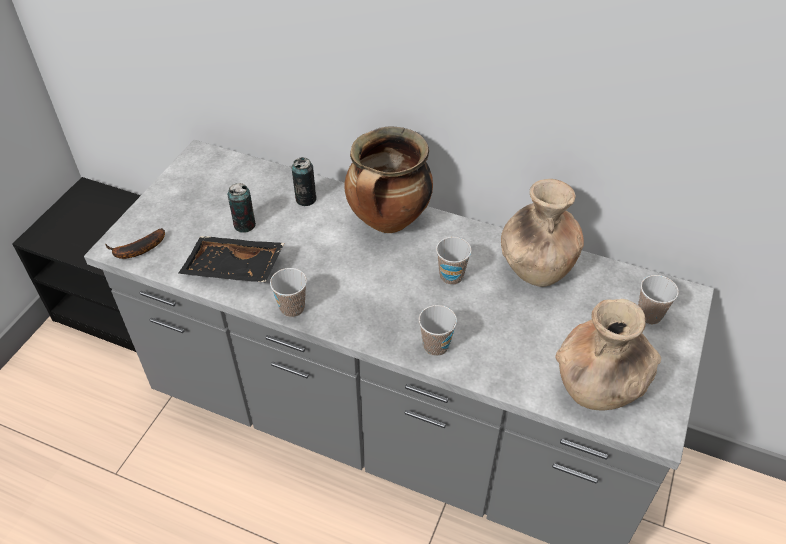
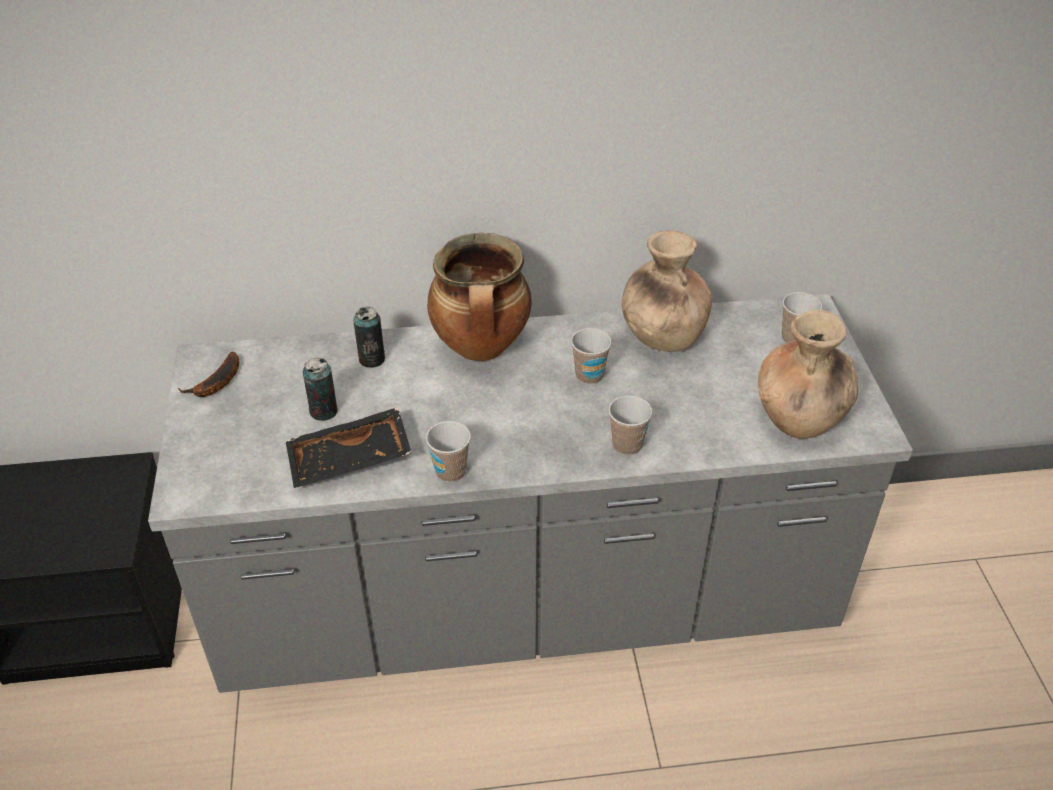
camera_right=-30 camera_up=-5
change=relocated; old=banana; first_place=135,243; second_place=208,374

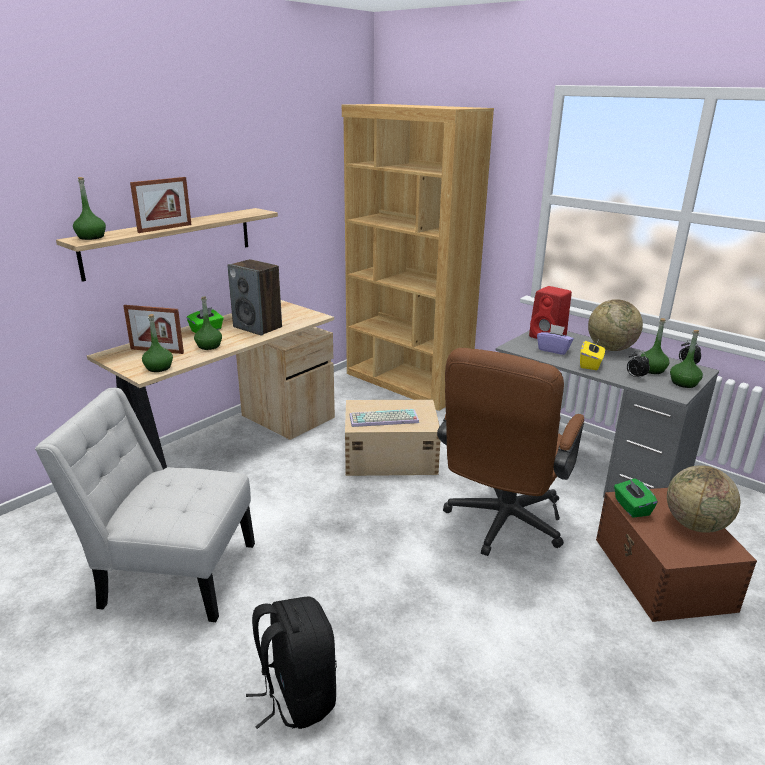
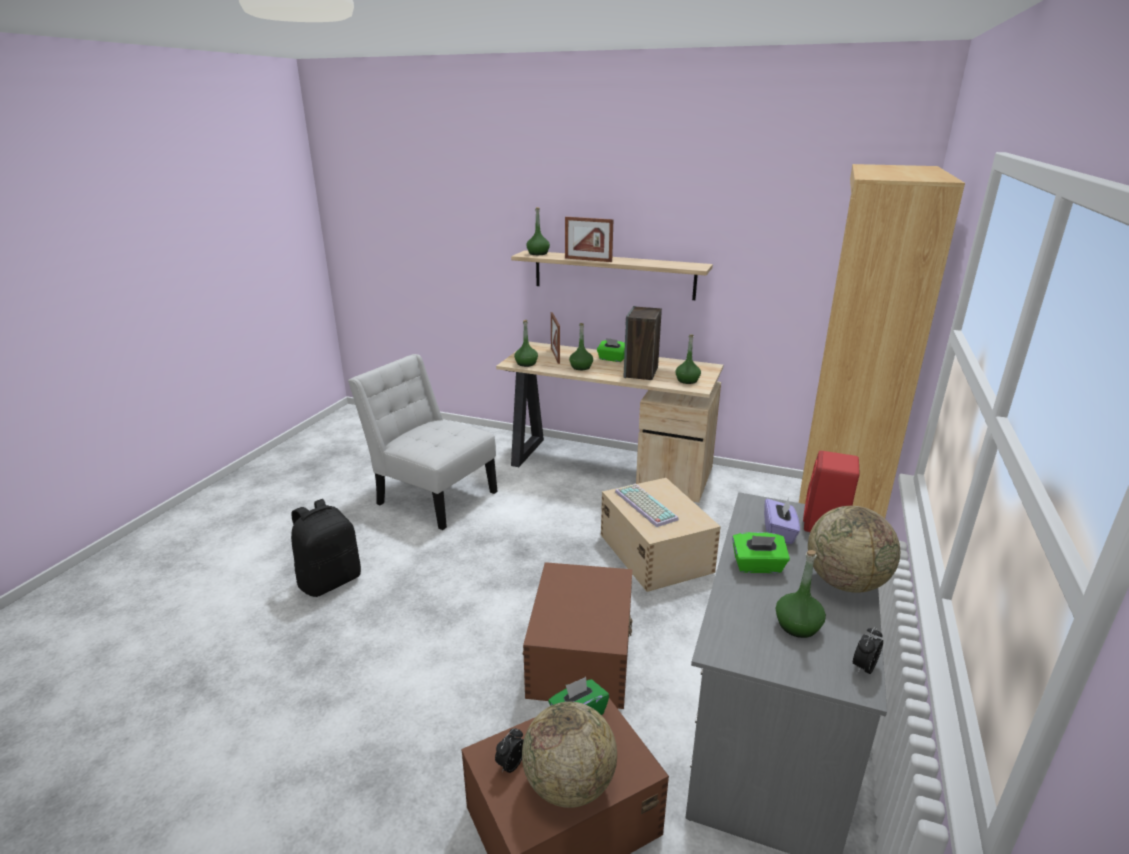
camera_right=70 camera_up=0
change=spun; old=chair (white); first_place=145,505; second_place=423,442; degrees=-45
change=relocated; old=alarm clock; first_place=638,365; second_place=509,750
change=exchanged; old=office chair (brown); new=storage box (brown); first_place=510,452; second_place=577,635
change=relocated; old=bottle (green); first_place=686,359; second_place=688,359
change=colour; old=tissue box (yellow); new=tissue box (green); first_place=592,355; second_place=761,552

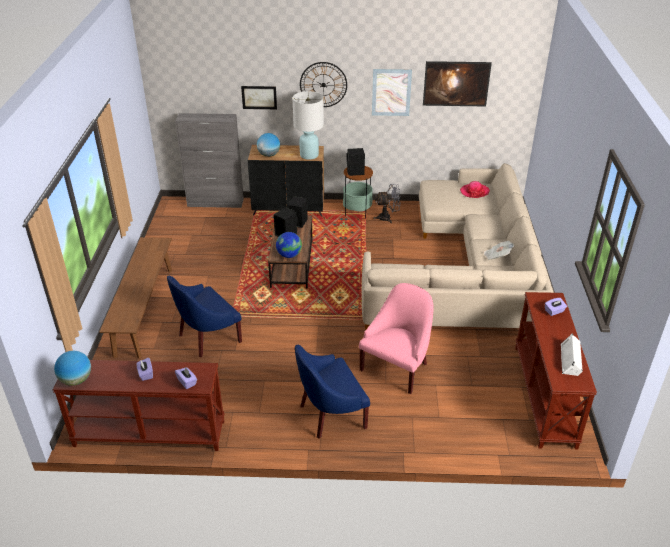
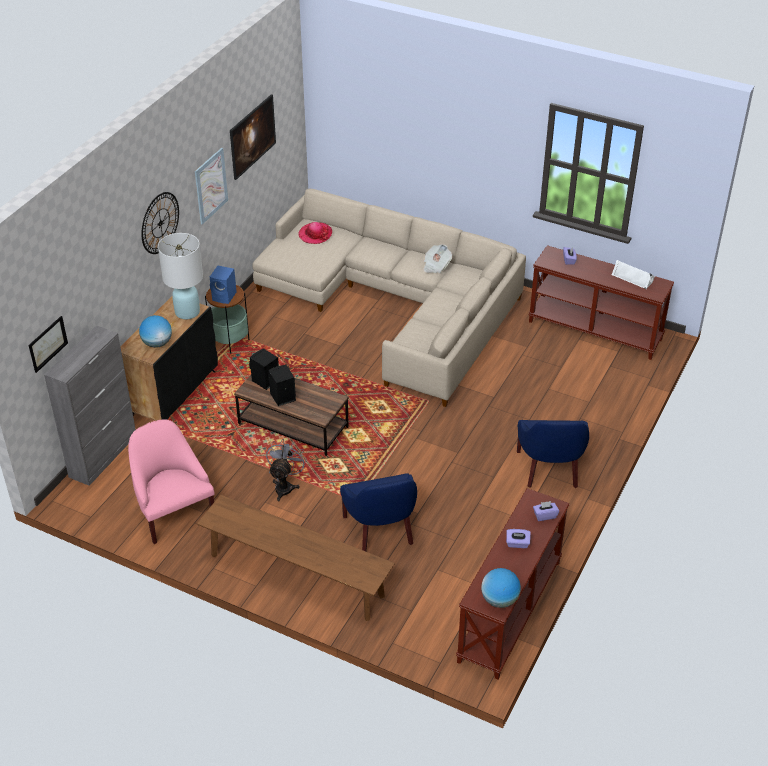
camera_right=-65 camera_up=5
change=relocated; old=picture; first_place=259,97; second_place=48,344
change=relocated; old=armchair (pink); first_place=396,338; second_place=171,481
change=colour; old=speaker (black); new=speaker (blue); first_place=355,162; second_place=223,285
change=relocated; old=fan (grey); first_place=387,203; second_place=286,470
change=missing; old=globe; first_place=289,245

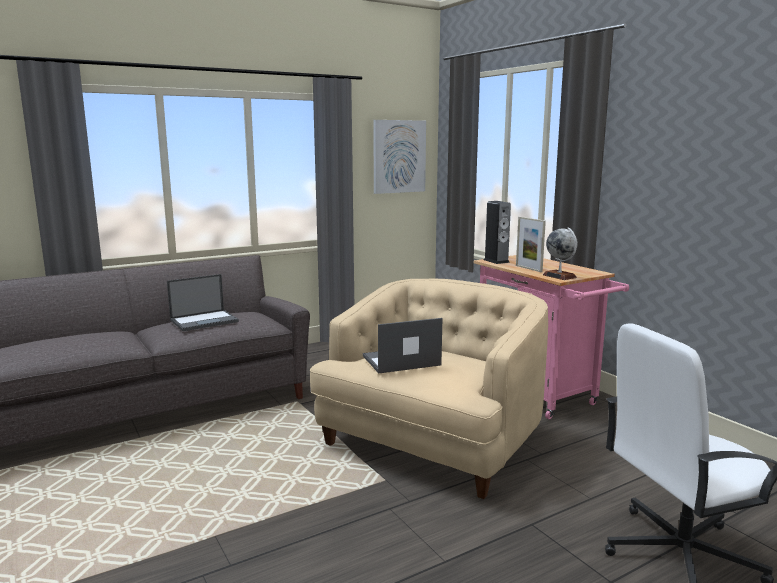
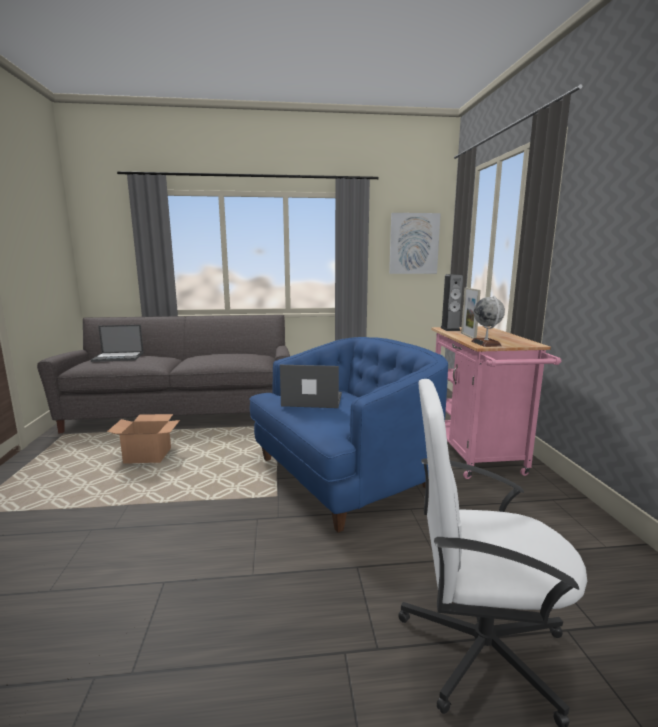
camera_right=25 camera_up=0
change=relocated; old=laptop; first_place=203,302; second_place=117,343
change=appeared; new=cardboard box; second_place=143,439
change=colour; old=armchair (beige); new=armchair (blue); first_place=429,389; second_place=349,435

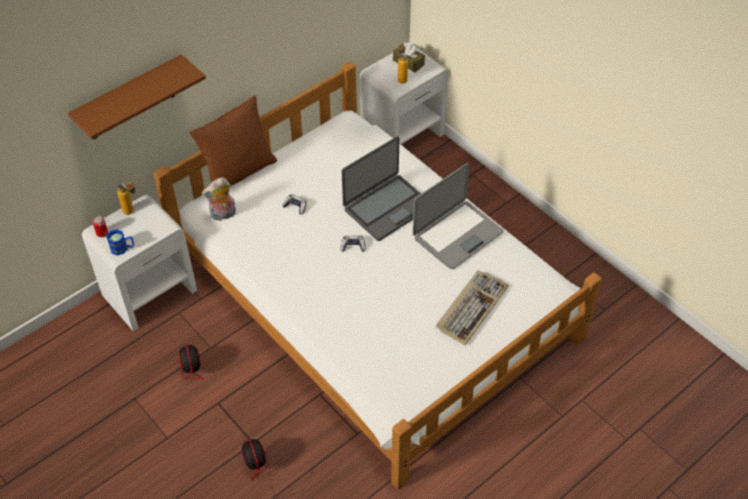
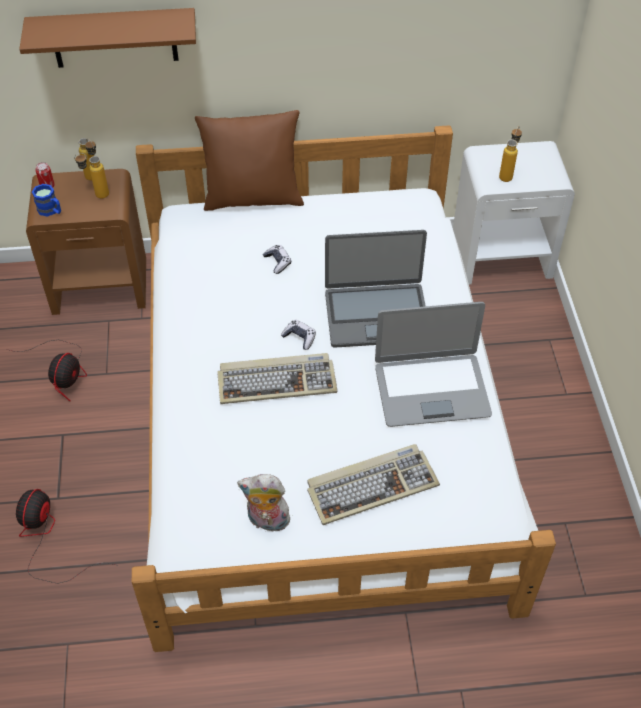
camera_right=35 camera_up=0
change=colour; old=nightstand (white); new=nightstand (brown); first_place=139,263; second_place=86,242
change=appeared; new=bottle; second_place=91,176
change=appeared; new=keyboard; second_place=277,378
change=relocated; old=plush toy; first_place=219,199; second_place=264,504
change=missing; old=tissue box (brown); first_place=409,58

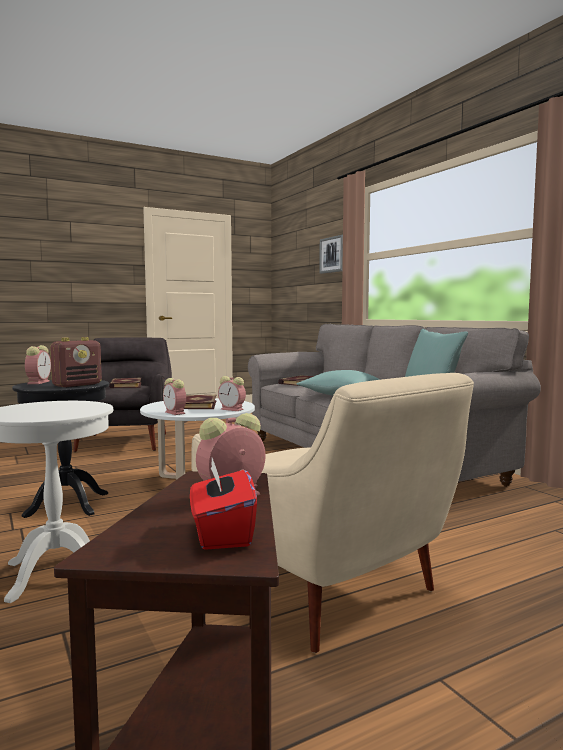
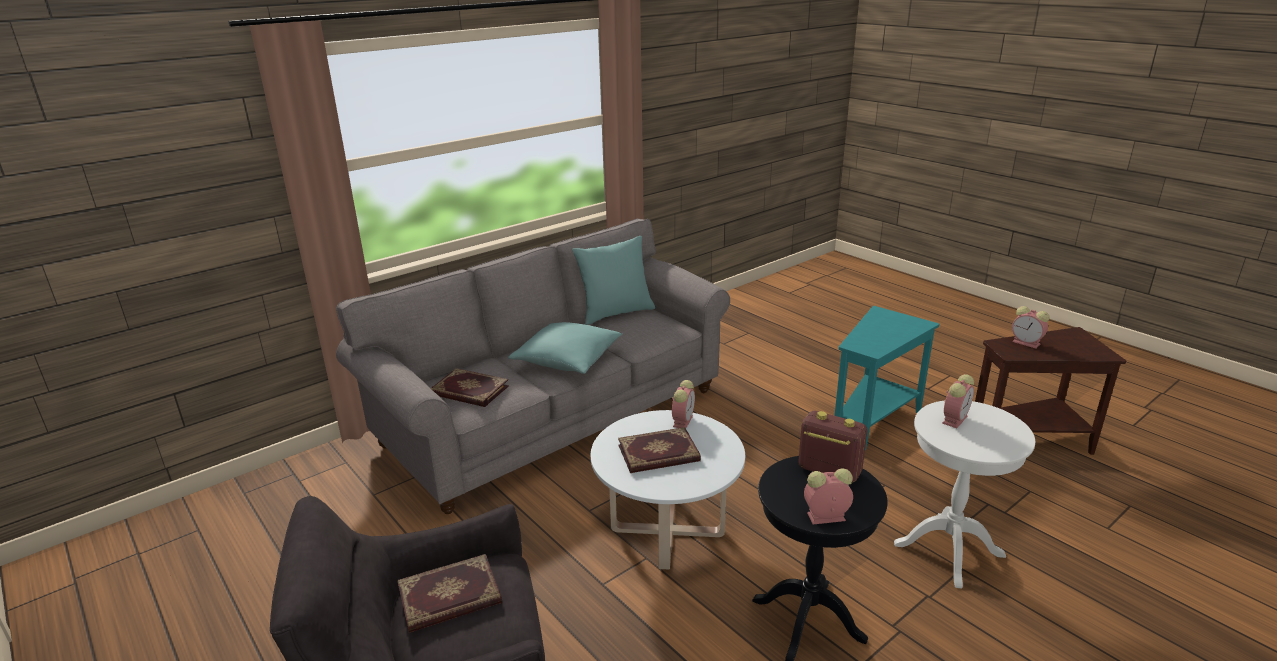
camera_right=-100 camera_up=20
change=exchanged; old=armchair (beige); new=side table (turquoise); first_place=332,513; second_place=886,378
change=relocated; old=alarm clock; first_place=174,396; second_place=958,401
change=missing; old=tissue box (red); first_place=223,504
change=missing; old=picture; first_place=331,254

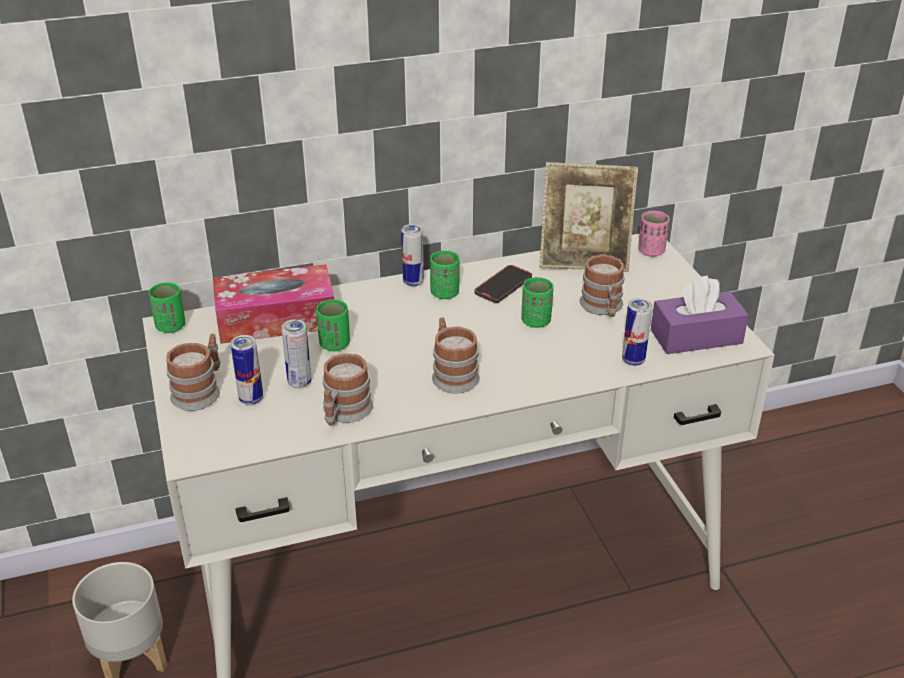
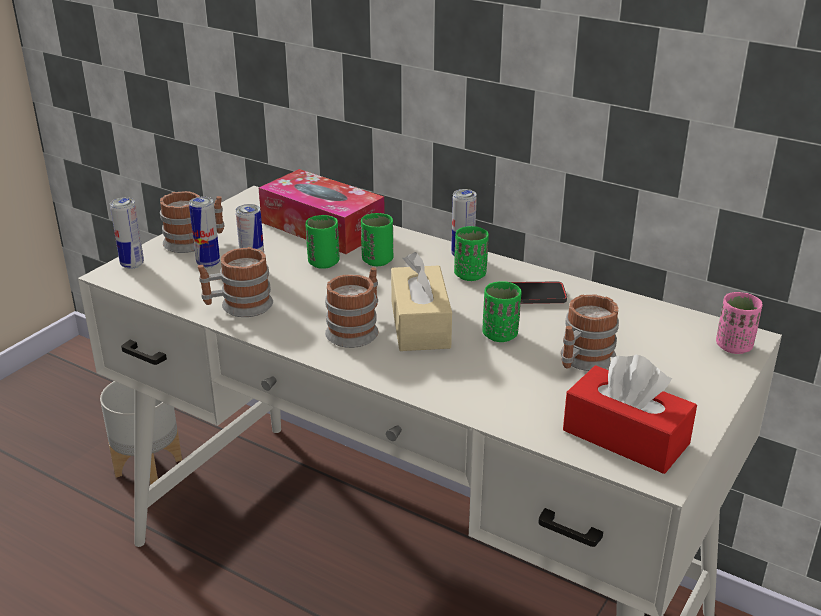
camera_right=50 camera_up=-5
change=relocated; old=can; first_place=637,332; second_place=127,233
change=relocated; old=cup (green); first_place=167,307; second_place=377,239
change=appeared; new=tissue box (beige); second_place=421,301
change=colour; old=tissue box (purple); new=tissue box (red); first_place=700,315; second_place=630,414
change=missing; old=picture frame; first_place=589,217

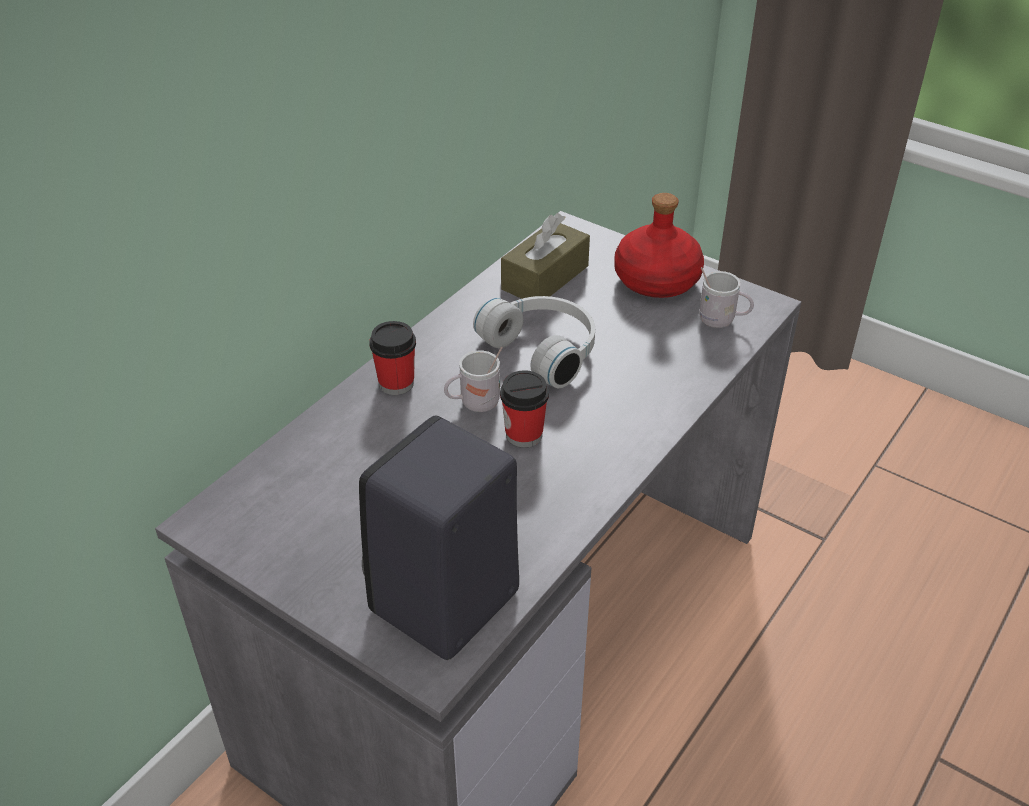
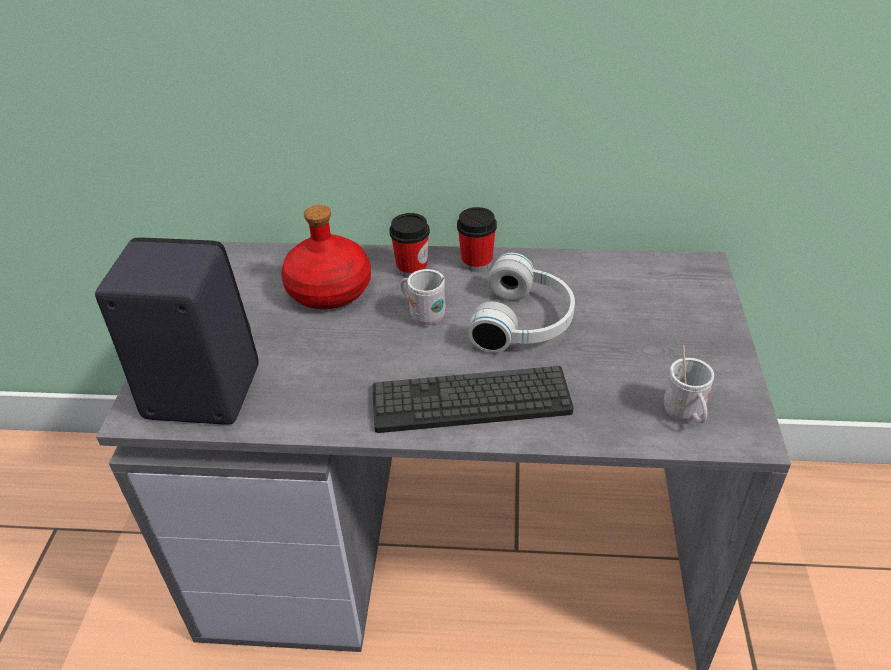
camera_right=60 camera_up=0
change=relocated; old=bottle (red); first_place=659,245; second_place=326,257
change=appeared; new=keyboard; second_place=473,399
change=relocated; old=cup; first_place=524,409; second_place=477,239
change=missing; old=tissue box (brown); first_place=545,256

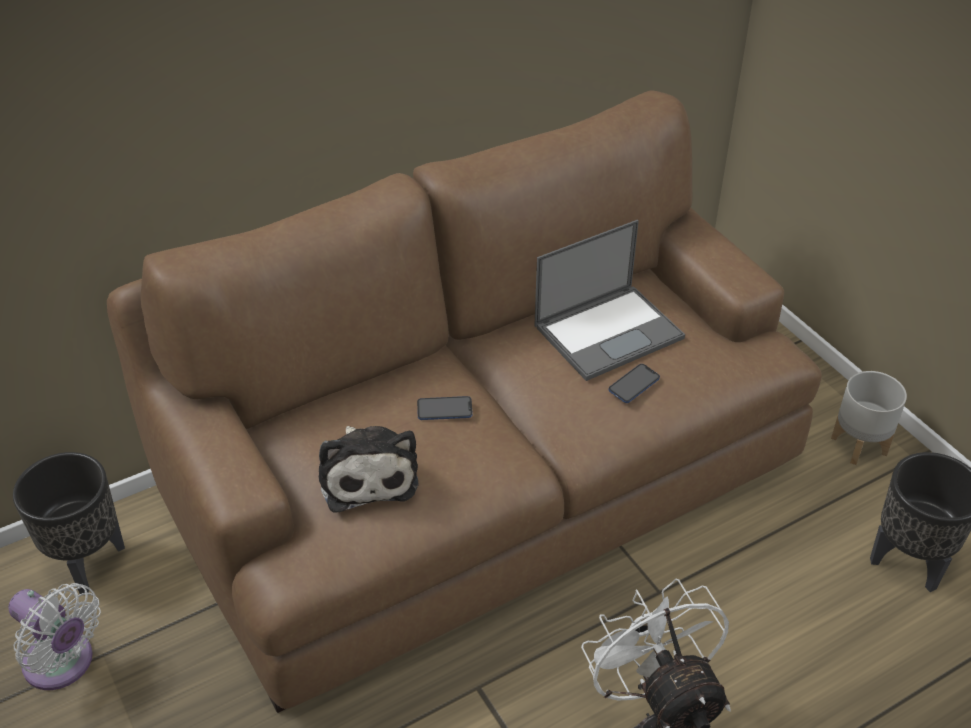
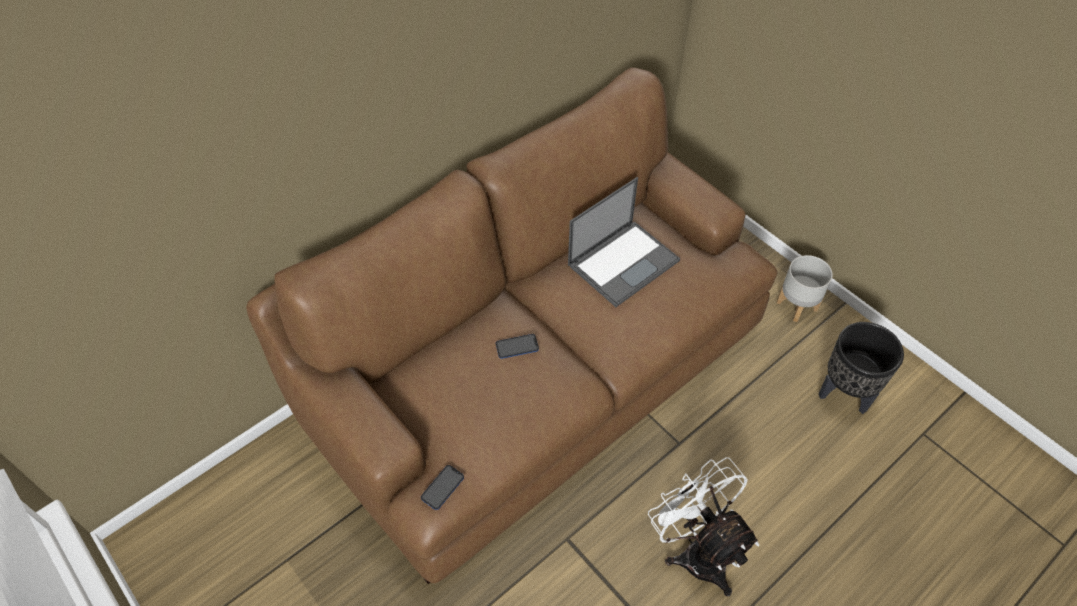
camera_right=-10 camera_up=10
change=relocated; old=phone; first_place=634,383; second_place=442,487
change=missing; old=fan (white); first_place=55,636
change=missing; old=planter (black); first_place=69,523
change=missing; old=plush toy; first_place=369,469

